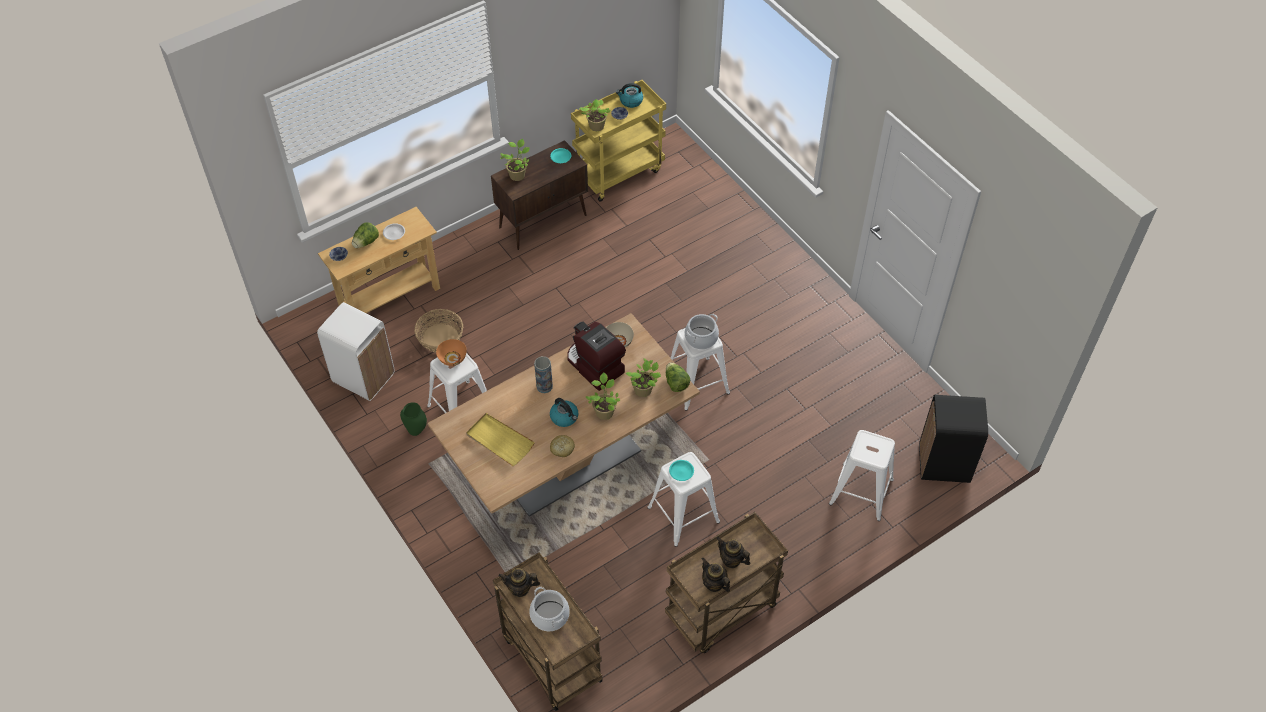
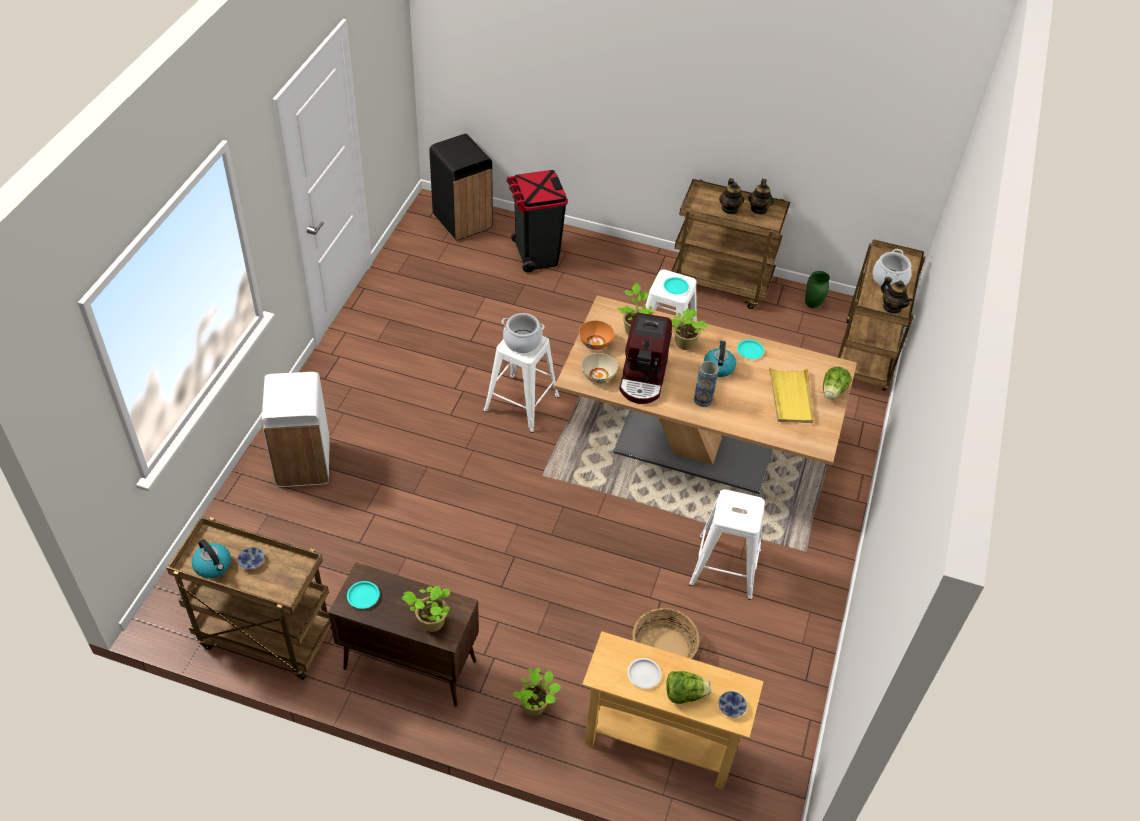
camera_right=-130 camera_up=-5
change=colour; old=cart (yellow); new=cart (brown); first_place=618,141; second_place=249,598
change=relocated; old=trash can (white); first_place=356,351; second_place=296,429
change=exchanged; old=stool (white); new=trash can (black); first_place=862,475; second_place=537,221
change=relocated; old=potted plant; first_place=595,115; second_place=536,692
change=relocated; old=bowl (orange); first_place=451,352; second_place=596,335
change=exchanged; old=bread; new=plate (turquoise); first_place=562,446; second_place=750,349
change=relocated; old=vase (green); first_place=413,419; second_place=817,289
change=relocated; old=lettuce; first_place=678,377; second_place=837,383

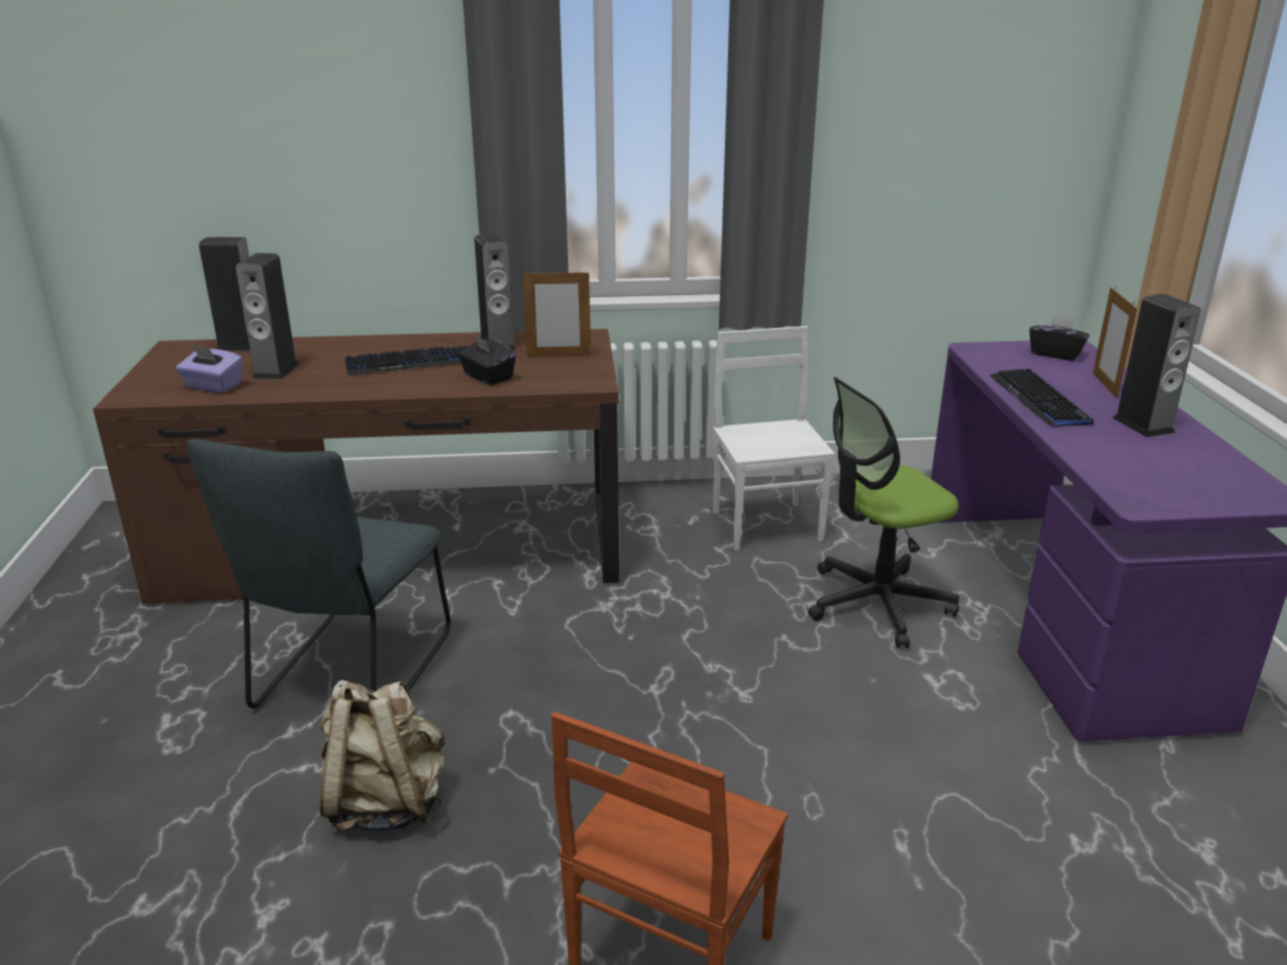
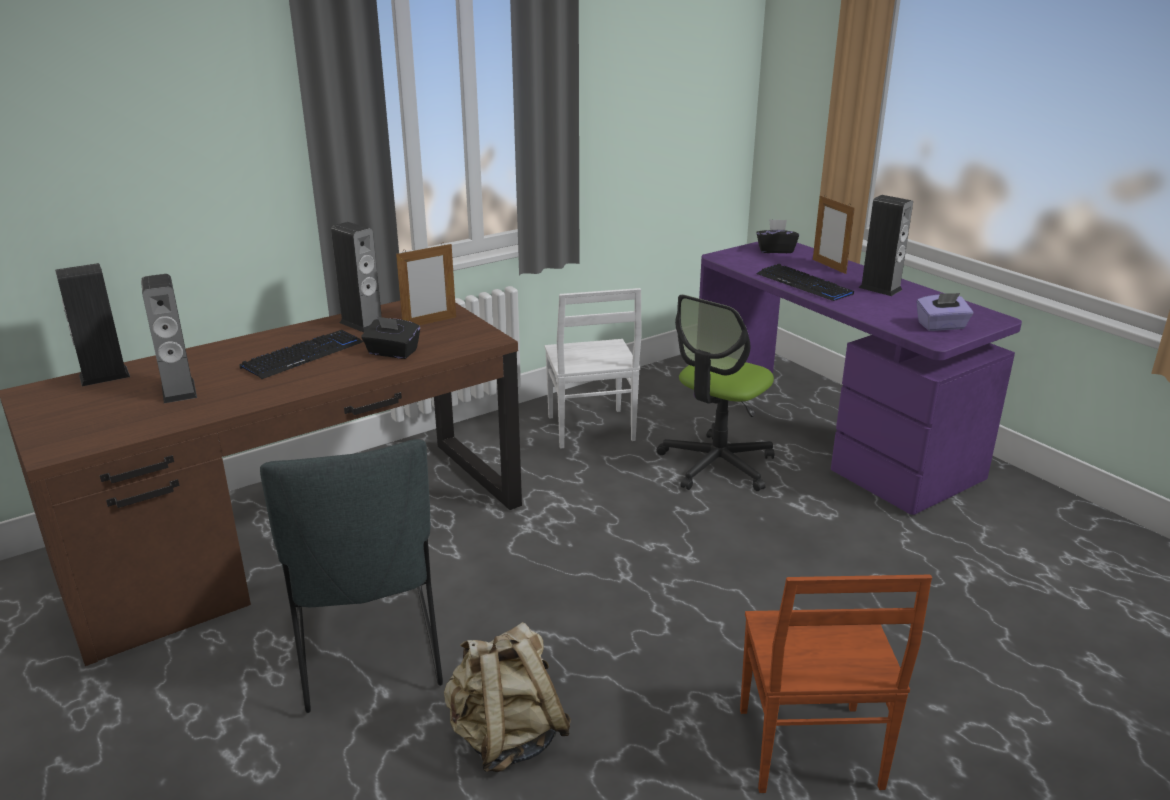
camera_right=-30 camera_up=0
change=spun; old=chair (white); first_place=774,438; second_place=593,368; degrees=-150
change=relocated; old=tissue box (purple); first_place=209,369; second_place=945,312

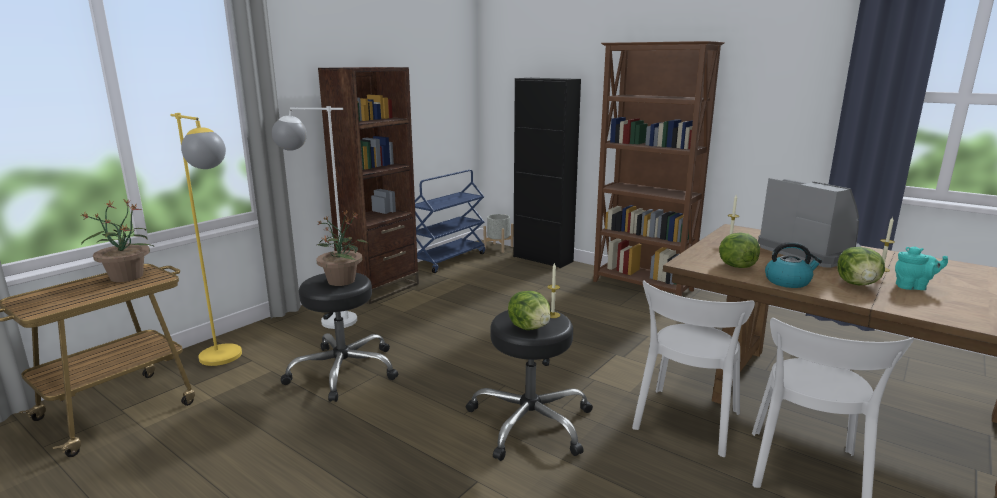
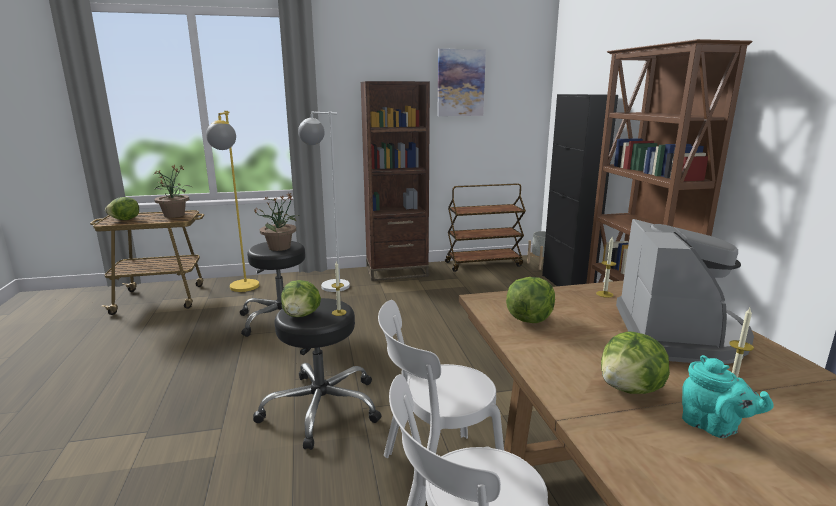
camera_right=40 camera_up=0
change=appeared; new=lettuce; second_place=122,208
change=appeared; new=picture; second_place=461,82
change=colour; old=cart (blue); new=cart (brown); first_place=450,221; second_place=485,227
change=missing; old=kettle; first_place=793,265

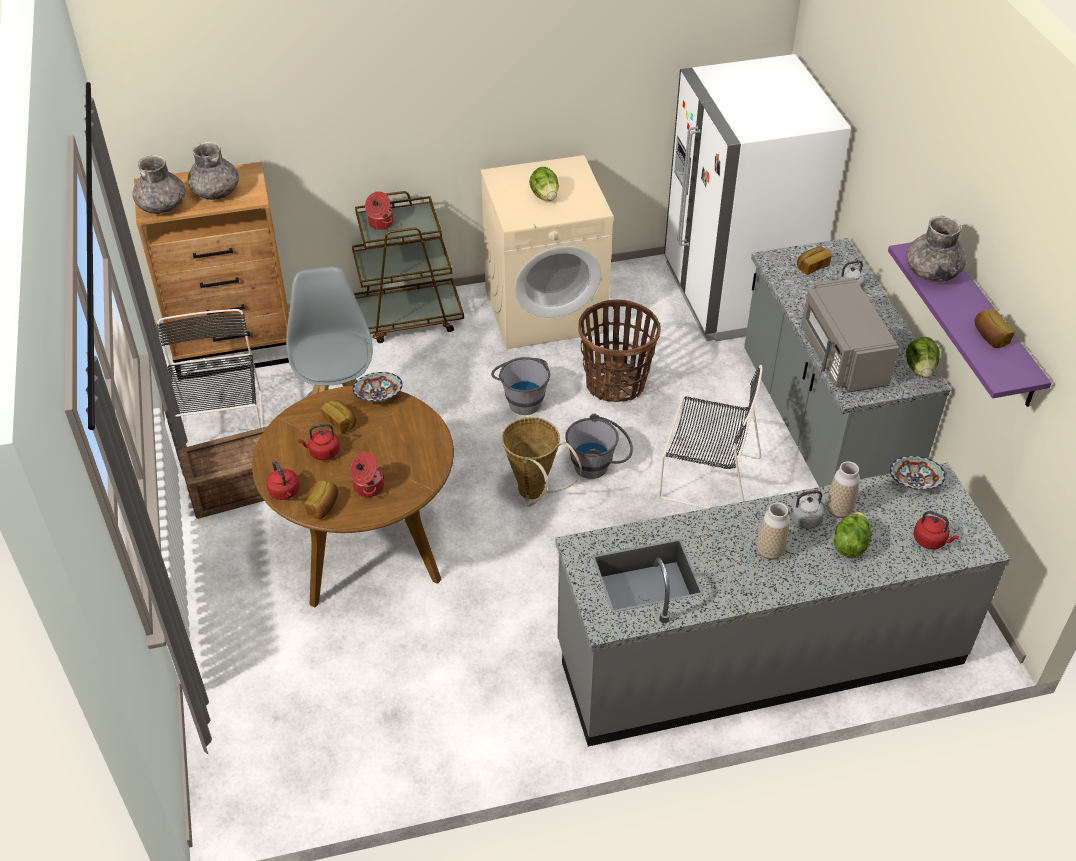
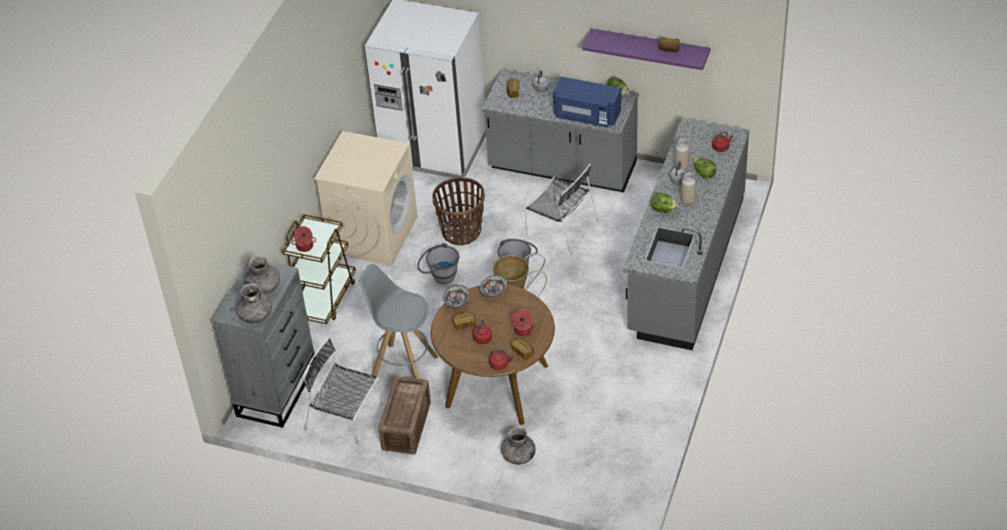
camera_right=-55 camera_up=0
change=colour; old=dresser (brown); new=dresser (grey); first_place=211,271; second_place=264,343
change=relocated; old=bowl; first_place=918,473; second_place=494,286
change=relocated; old=vase (grey); first_place=936,248; second_place=518,446
change=spun; old=chair (black); first_place=710,437; second_place=561,209; degrees=75
change=colour; old=microwave (grey); new=microwave (blue); first_place=850,335; second_place=587,102
change=relocated; old=lettuce; first_place=544,184; second_place=664,203

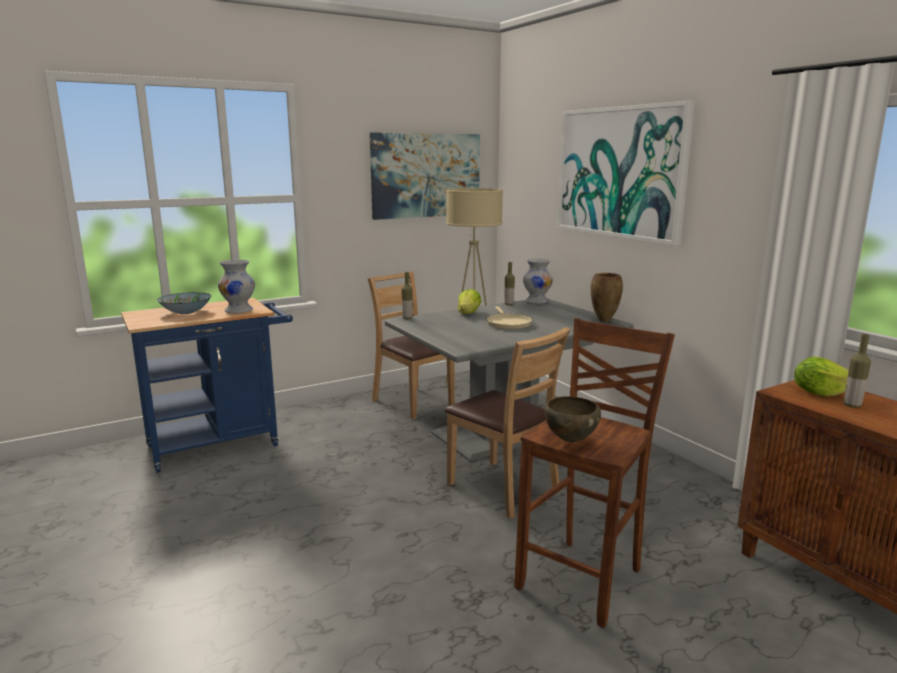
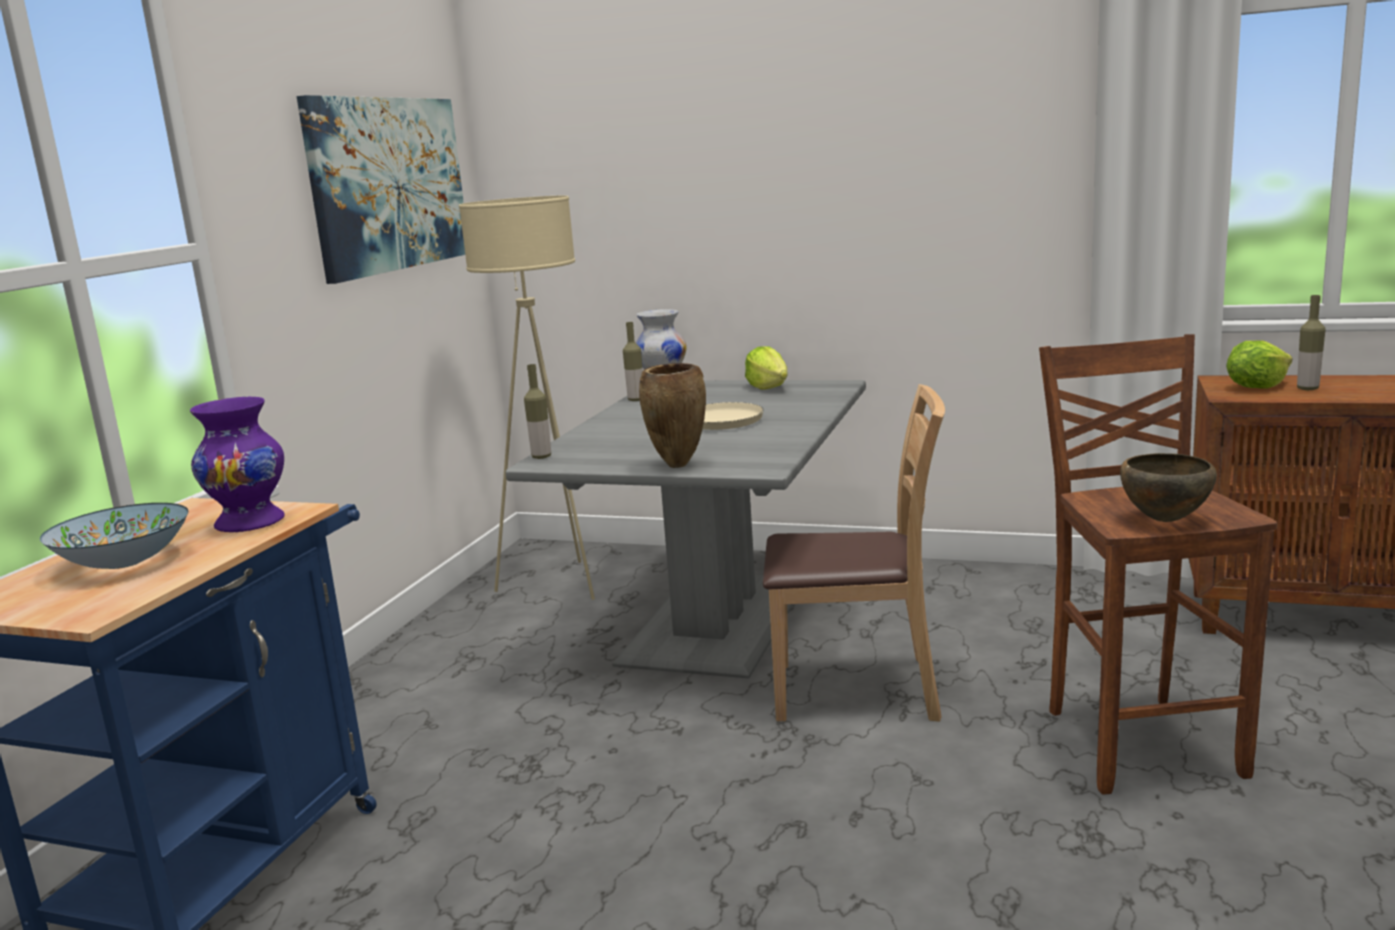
camera_right=-40 camera_up=0
change=colour; old=vase (white); new=vase (purple); first_place=236,286; second_place=237,464
change=relocated; old=vase (brown); first_place=607,297; second_place=672,415
change=relocated; old=lettuce; first_place=469,301; second_place=766,368
change=missing; old=chair (brown); first_place=411,345
change=missing; old=picture; first_place=626,173

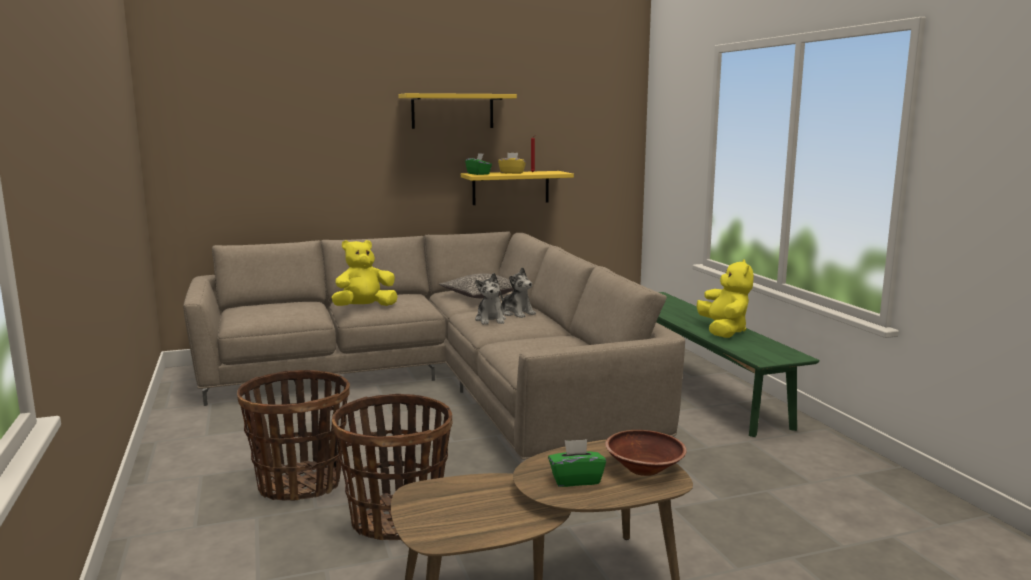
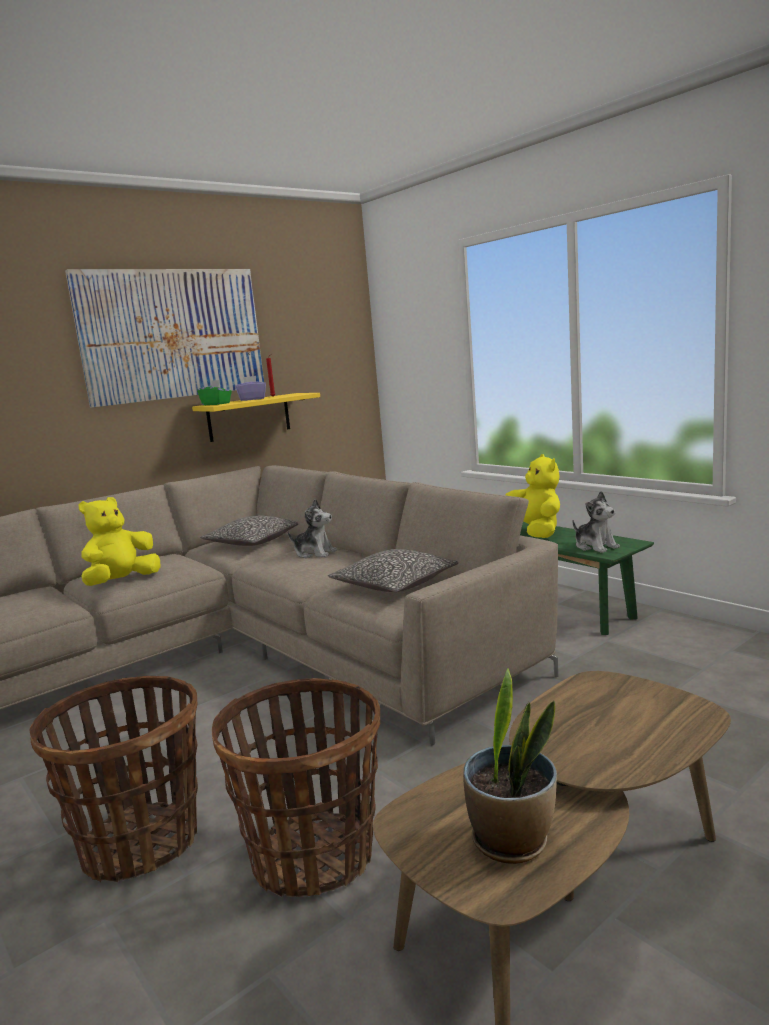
camera_right=-20 camera_up=0
change=exchanged; old=shelf (yellow); new=picture; first_place=457,111; second_place=164,338
change=colour; old=tissue box (yellow); new=tissue box (purple); first_place=512,163; second_place=251,388
change=appeared; new=pillow; second_place=393,570
change=appeared; new=potted plant; second_place=510,766
change=relocated; old=plush toy; first_place=490,299; second_place=596,522
change=missing; old=tissue box (green); first_place=577,463
change=missing; old=bowl (brown); first_place=646,453

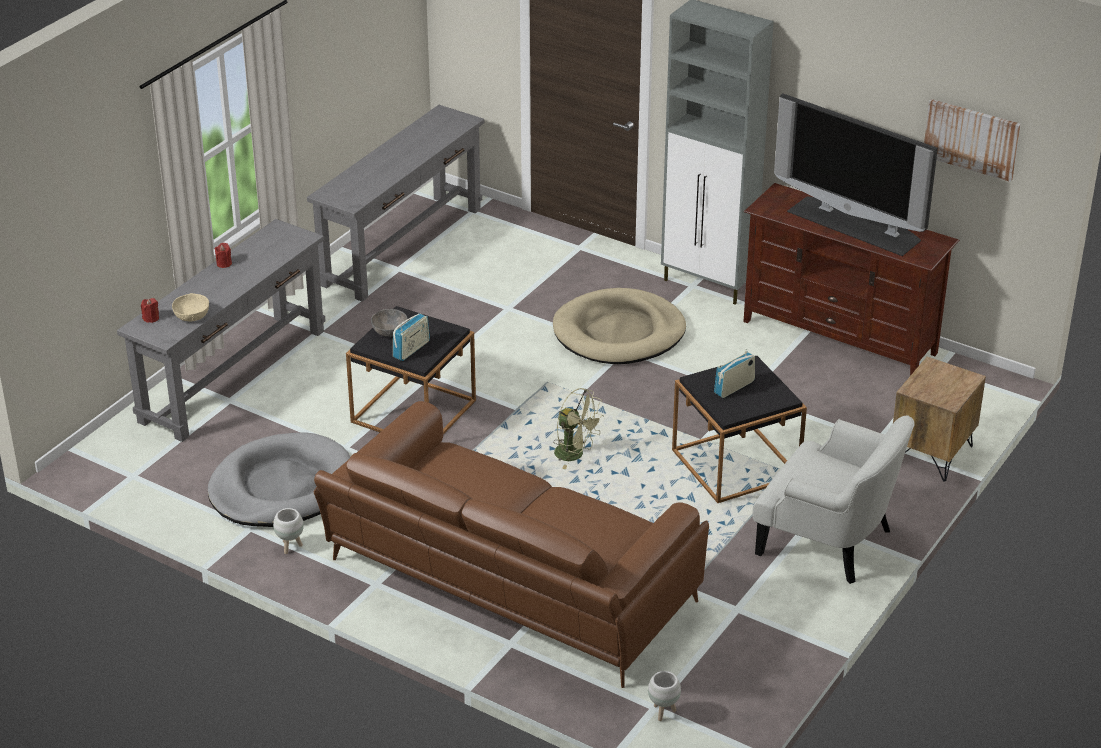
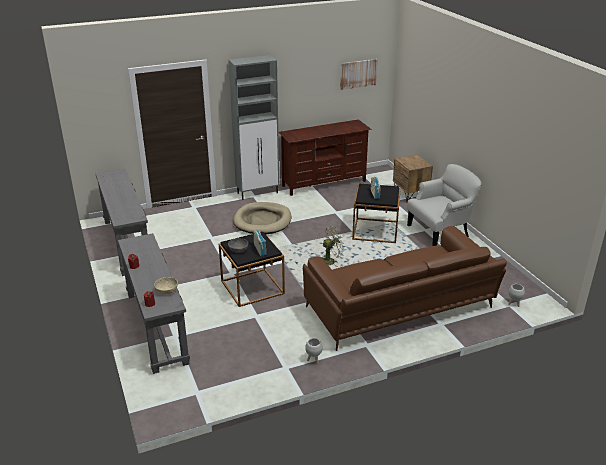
camera_right=-55 camera_up=-5
change=missing; old=dog bed (grey); first_place=279,479
change=missing; old=television; first_place=856,174

